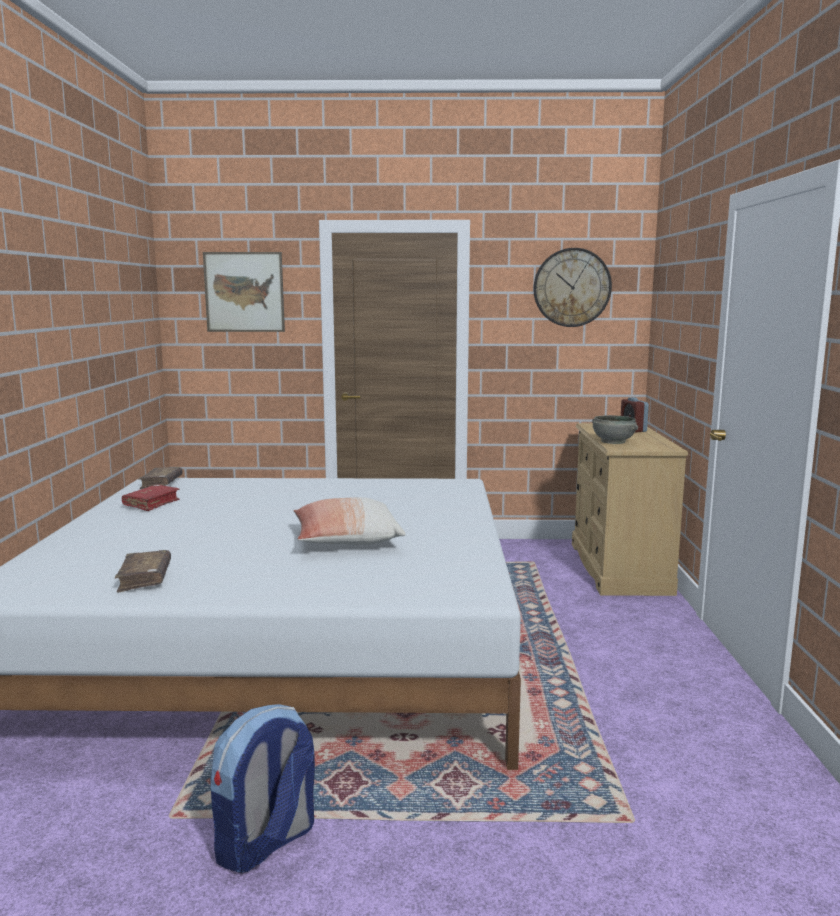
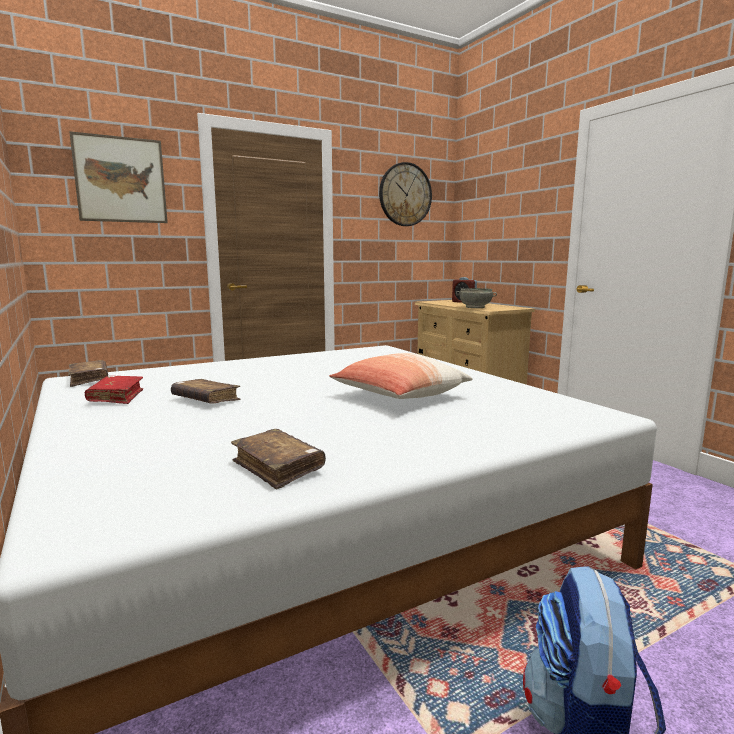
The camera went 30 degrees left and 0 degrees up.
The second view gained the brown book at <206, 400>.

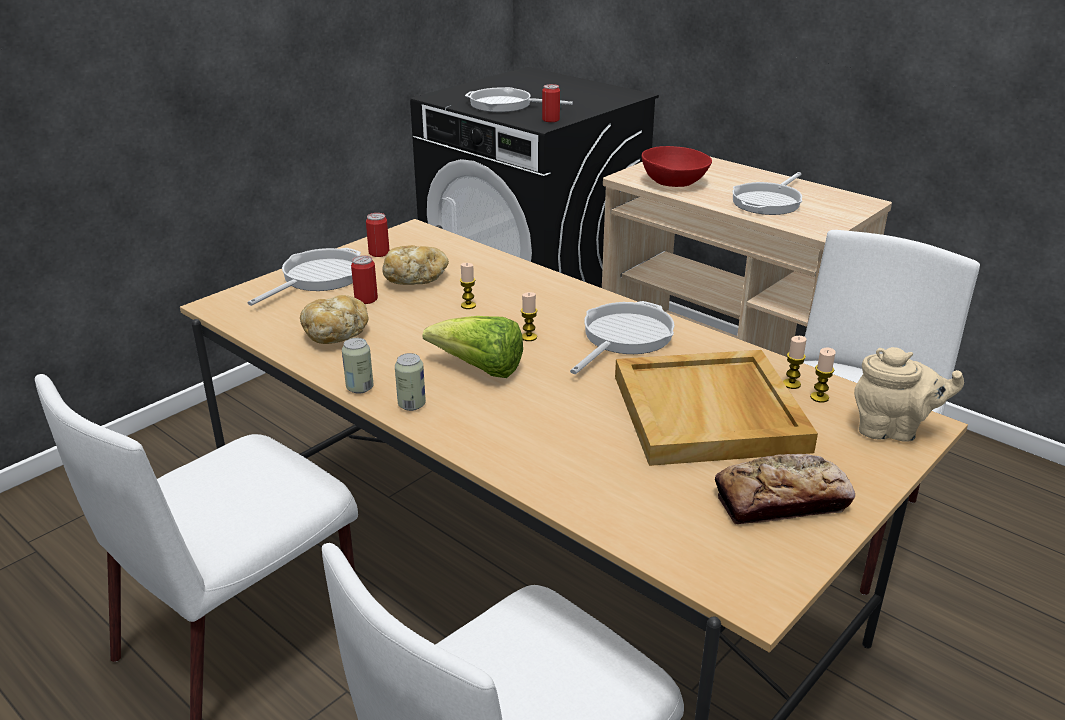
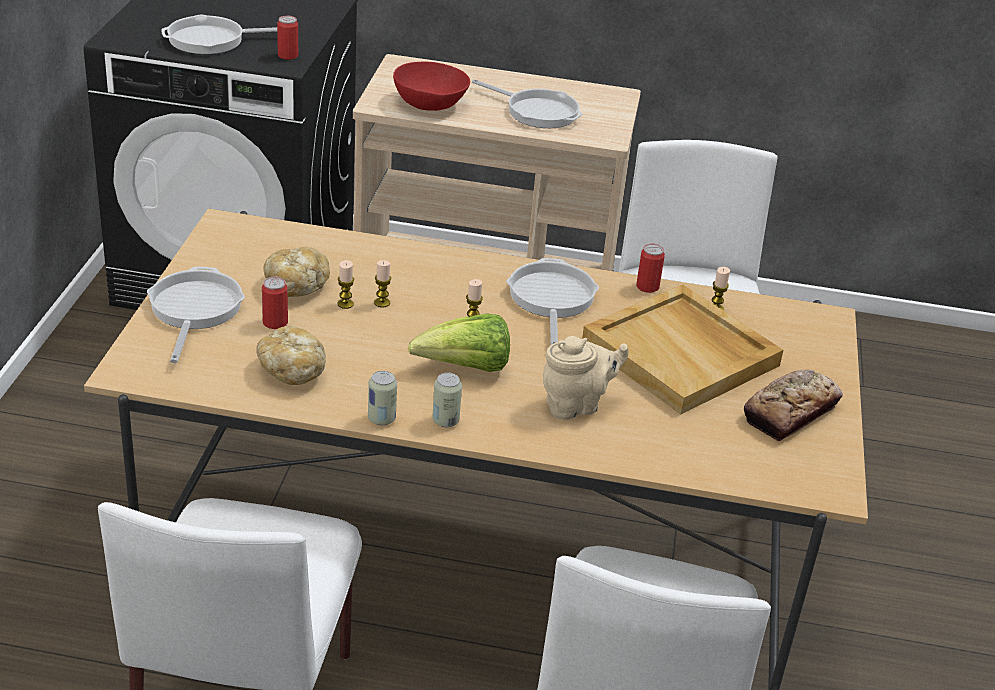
The camera went 35 degrees left and 5 degrees up.
The can ended up elsewhere, having gone from <379, 253> to <647, 287>.
The candle ended up elsewhere, having gone from <819, 397> to <345, 304>.
The beige teapot ended up elsewhere, having gone from <892, 430> to <576, 405>.
The frying pan at <768, 202> ended up facing another way, 60 degrees counterclockwise from before.

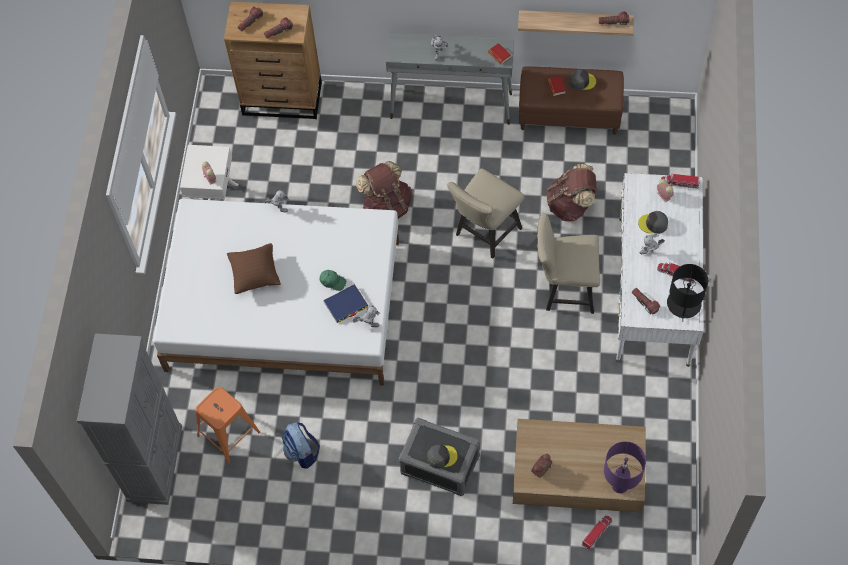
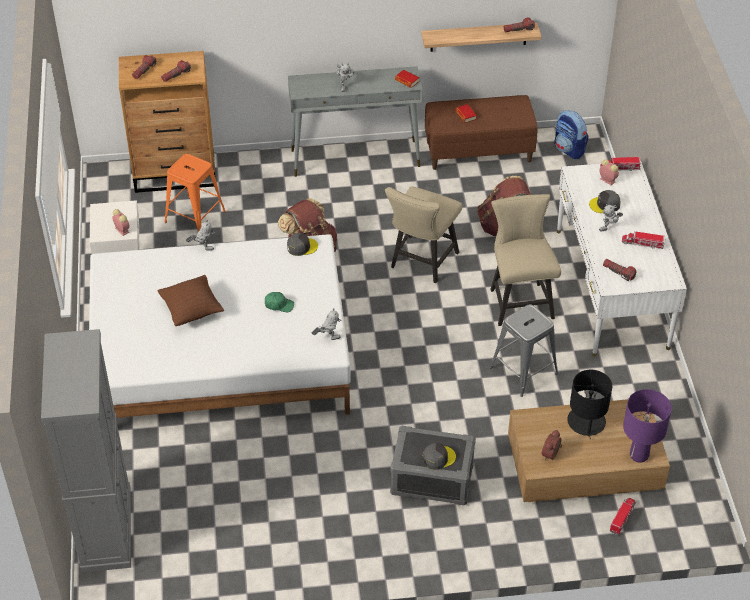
The camera went 15 degrees left and 15 degrees down.
The second view lost the blue book at <346, 305>.
The second view gained the grey stool at <523, 370>.
The orange stool ended up elsewhere, having gone from <228, 434> to <194, 217>.
The backpack ended up elsewhere, having gone from <302, 452> to <569, 149>.
The grey cap ended up elsewhere, having gone from <582, 81> to <302, 247>.
The black table lamp ended up elsewhere, having gone from <684, 304> to <586, 422>.
The beige chair at <564, 290> ended up facing another way, 90 degrees clockwise from before.

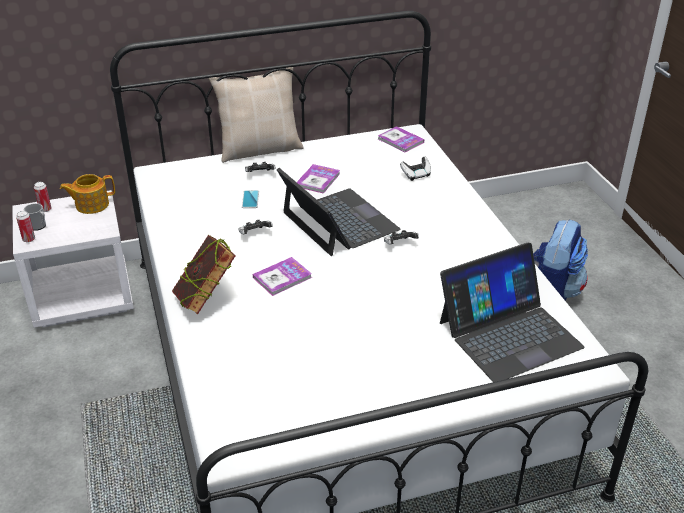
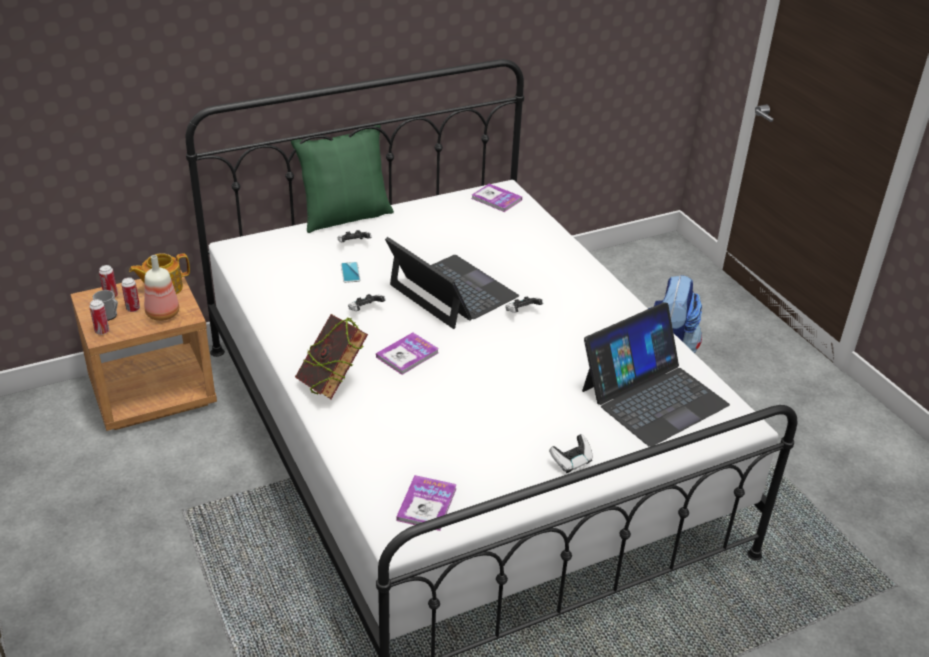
The camera went 10 degrees left and 0 degrees up.
The second view gained the can at <133, 309>.
The second view gained the bottle at <162, 314>.
The book ended up elsewhere, having gone from <318, 180> to <427, 504>.
The game controller ended up elsewhere, having gone from <416, 175> to <571, 462>.
What was the white nightstand at <83, 297> turned into the brown nightstand at <153, 392>.
What was the beige pillow at <259, 149> turned into the green pillow at <345, 216>.

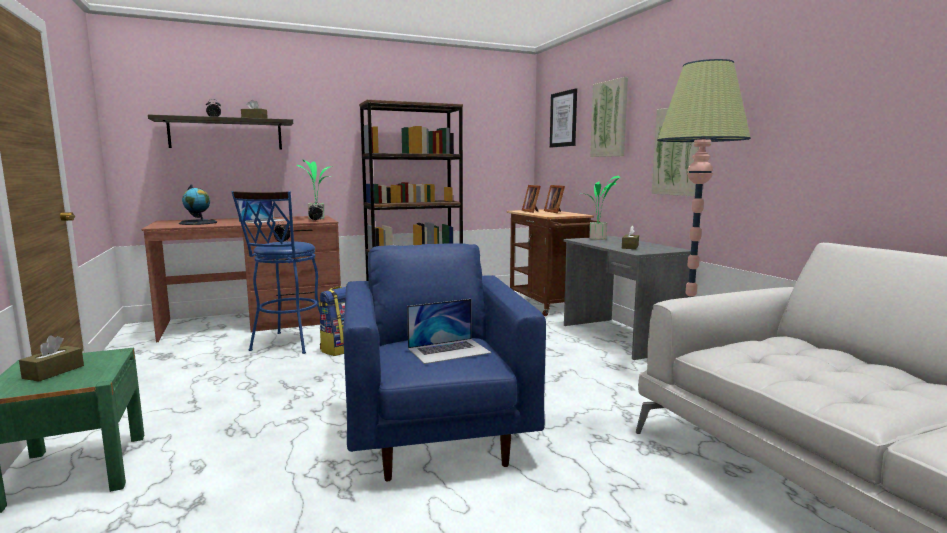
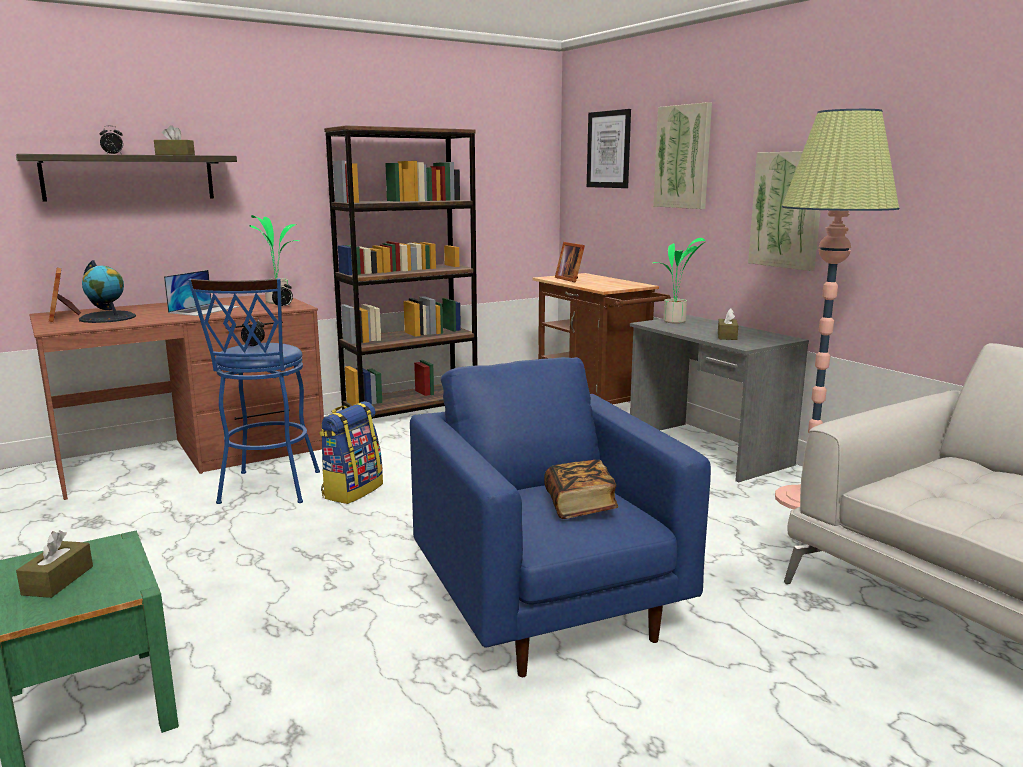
The camera went 10 degrees left and 5 degrees up.
The picture frame ended up elsewhere, having gone from <555, 212> to <63, 317>.
Where the laptop stood at <449, 350>, the book came to stand at <580, 506>.

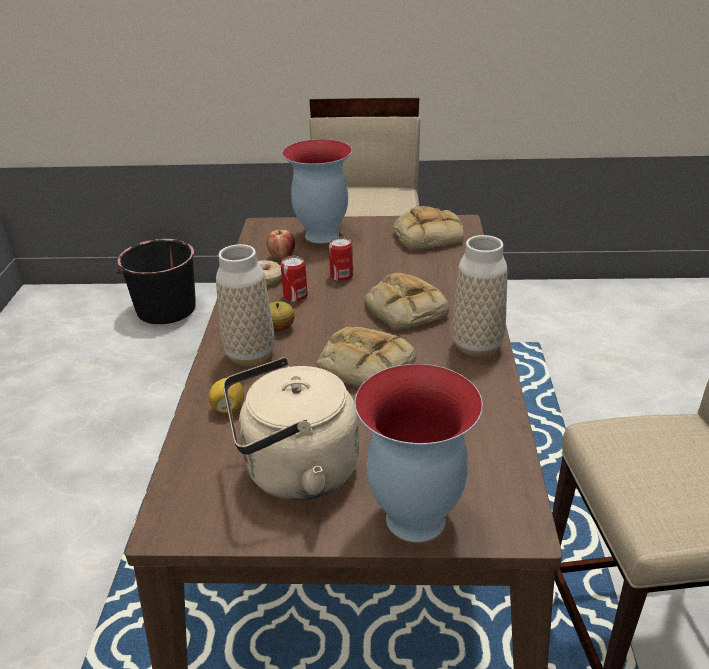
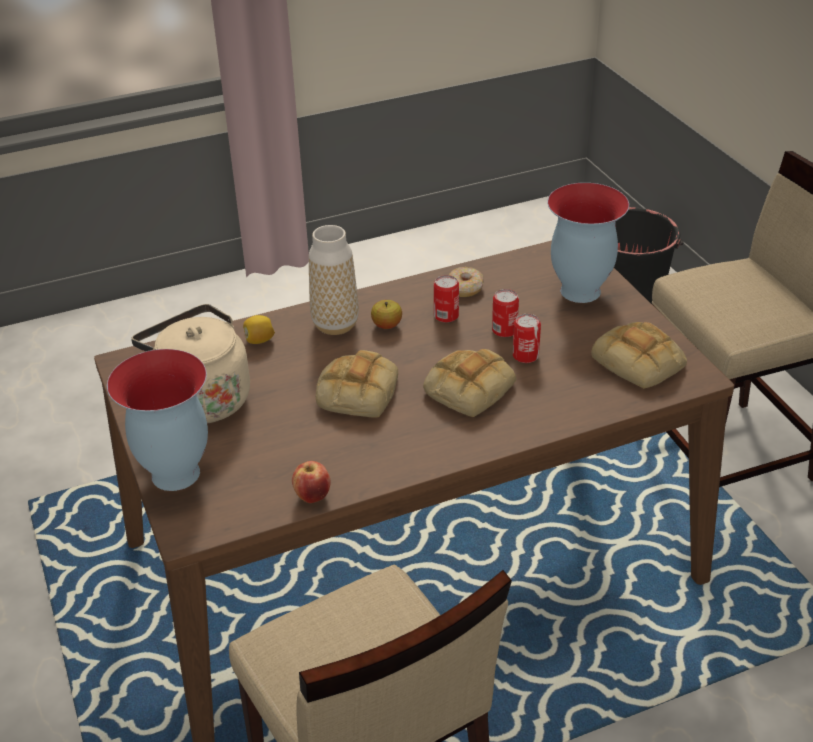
The camera went 65 degrees right and 5 degrees up.
The second view lost the vase at <477, 347>.
The second view gained the can at <525, 355>.
The apple ended up elsewhere, having gone from <282, 257> to <313, 496>.

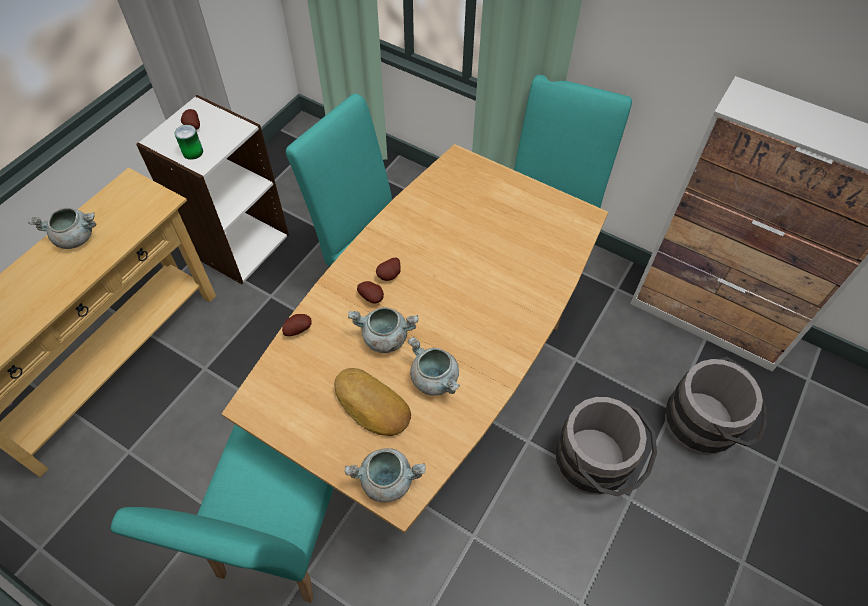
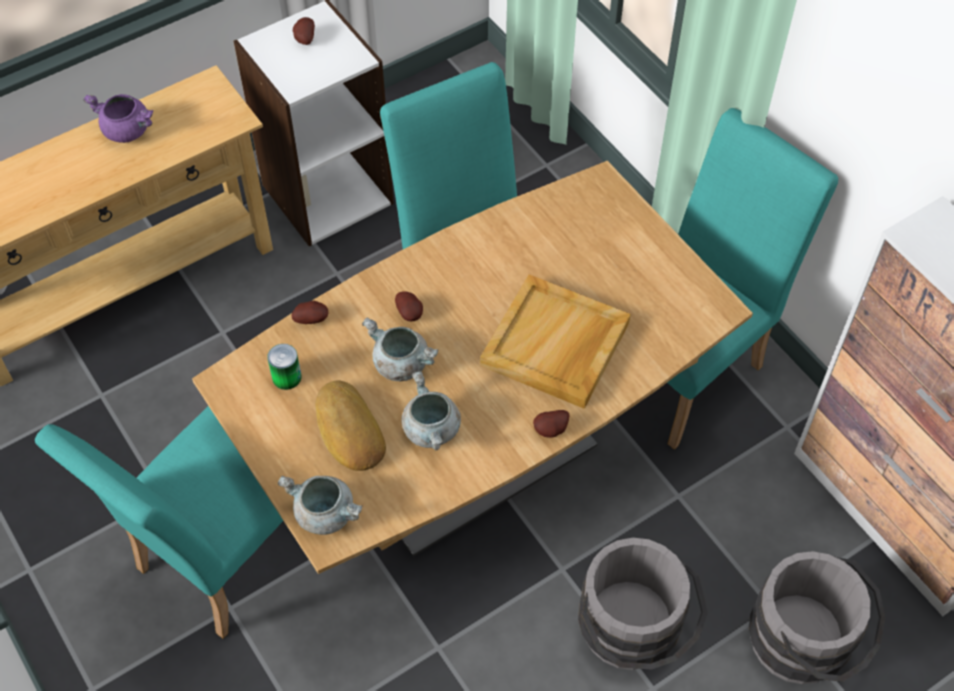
The camera went 25 degrees right and 0 degrees up.
The second view gained the beige tray at <556, 345>.
The can ended up elsewhere, having gone from <193, 152> to <286, 377>.
The potato ended up elsewhere, having gone from <390, 276> to <552, 431>.
What was the grey cooking pot at <76, 237> turned into the purple cooking pot at <128, 131>.

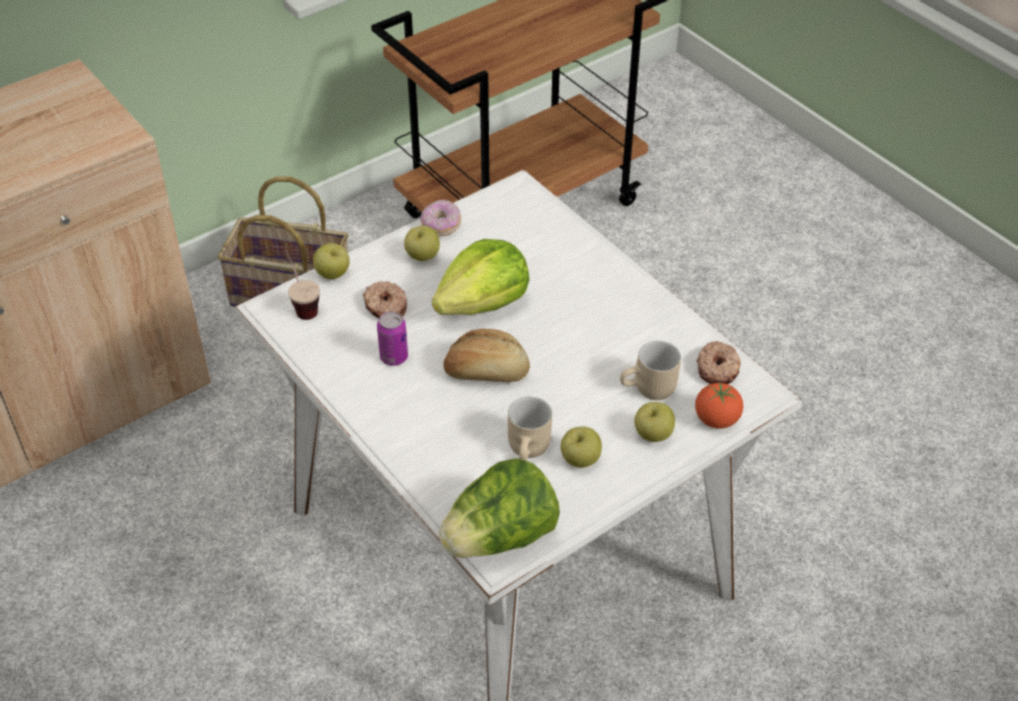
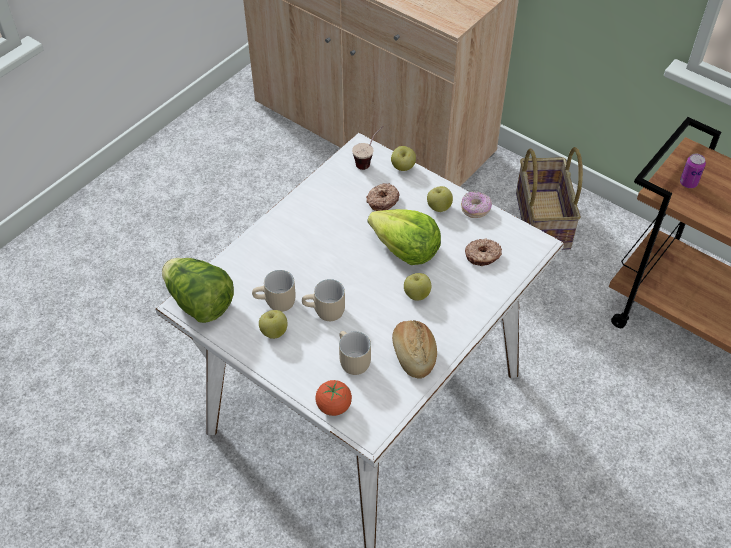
The camera went 75 degrees right and 5 degrees up.
The second view gained the beige mug at <325, 313>.
The can ended up elsewhere, having gone from <394, 357> to <688, 183>.
The bread ended up elsewhere, having gone from <486, 371> to <414, 354>.
The apple ended up elsewhere, having gone from <653, 435> to <417, 294>.
The donut ended up elsewhere, having gone from <718, 369> to <482, 256>.

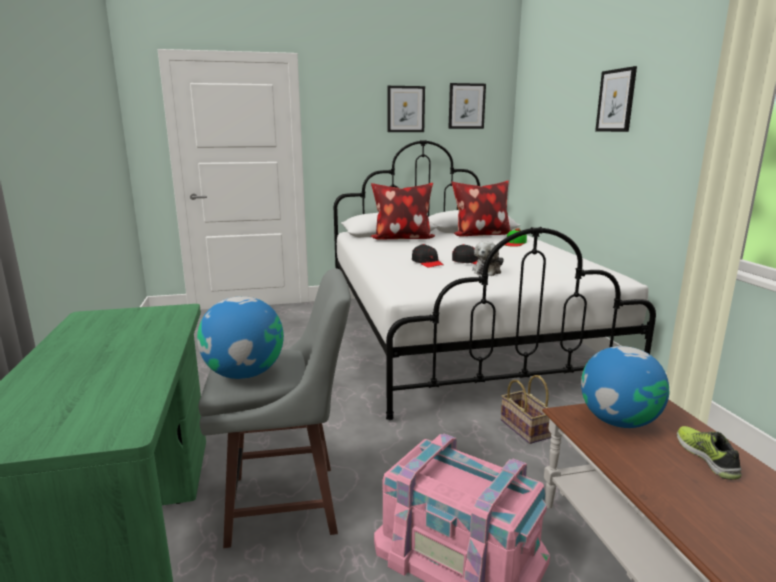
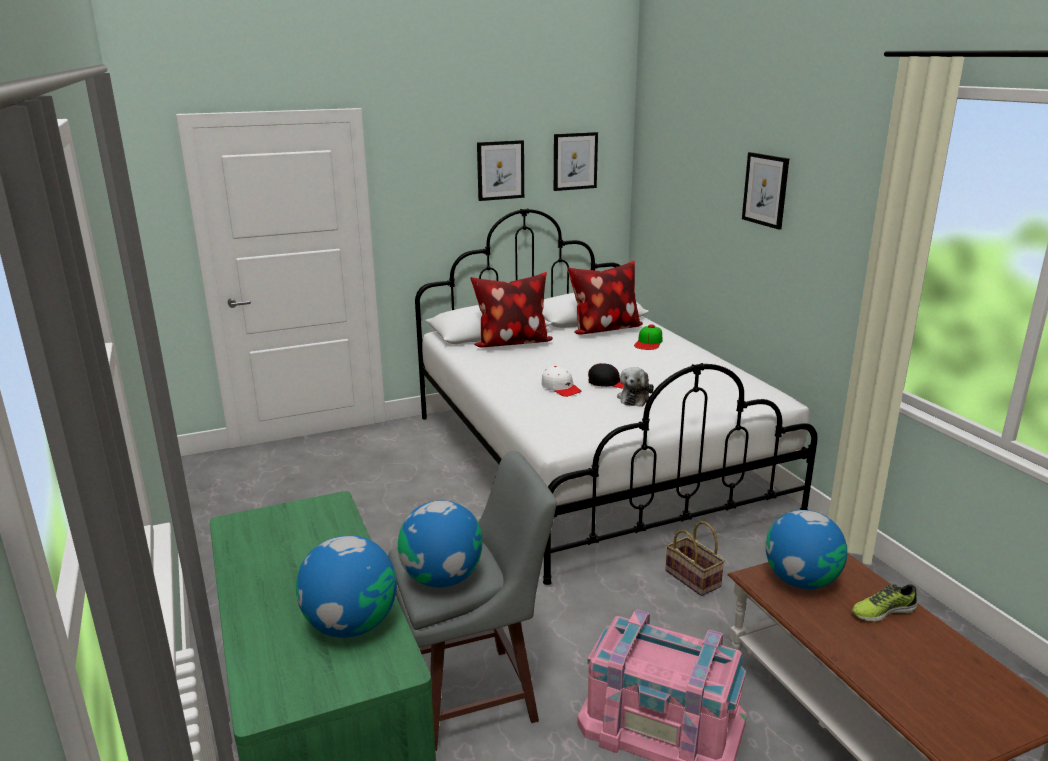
The camera went 10 degrees left and 5 degrees up.
The second view gained the globe at <351, 624>.
What was the black cap at <427, 263> turned into the white cap at <561, 388>.
The shoe at <707, 457> ended up facing another way, 90 degrees counterclockwise from before.

